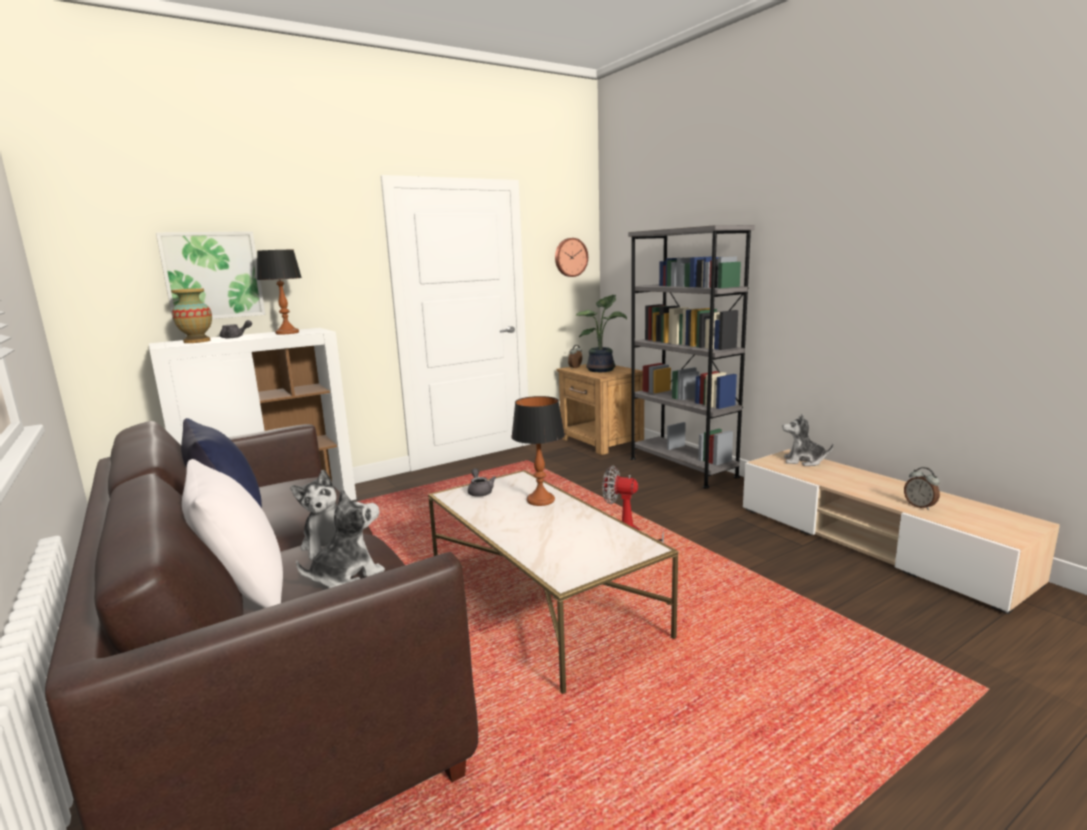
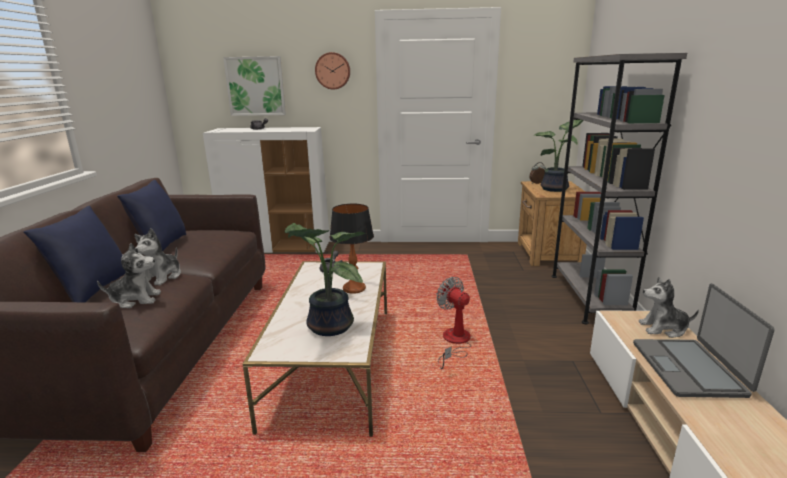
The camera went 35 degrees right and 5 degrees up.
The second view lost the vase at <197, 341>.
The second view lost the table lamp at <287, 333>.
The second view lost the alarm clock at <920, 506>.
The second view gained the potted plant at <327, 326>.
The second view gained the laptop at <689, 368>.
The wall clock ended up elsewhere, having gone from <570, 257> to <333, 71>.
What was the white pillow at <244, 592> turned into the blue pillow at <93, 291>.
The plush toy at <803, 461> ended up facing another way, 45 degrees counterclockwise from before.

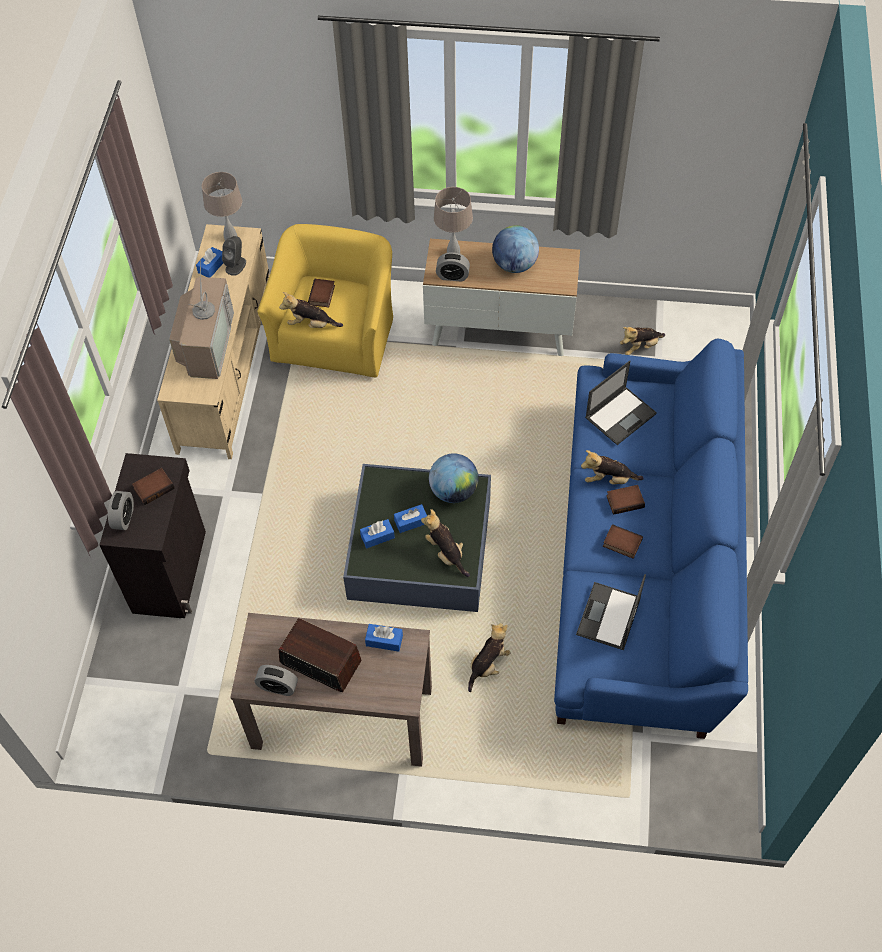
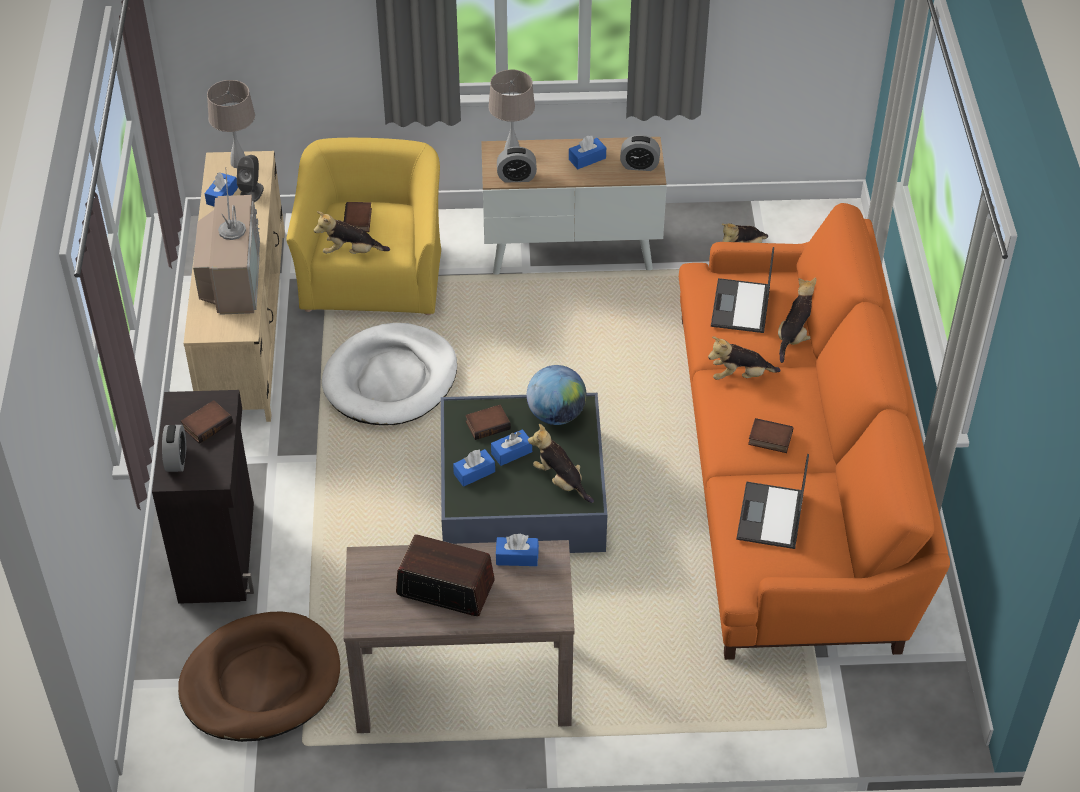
The camera went 10 degrees left and 10 degrees down.
The second view gained the brown dog bed at <260, 681>.
The second view gained the white dog bed at <391, 379>.
The alarm clock ended up elsewhere, having gone from <278, 686> to <639, 165>.
The plush toy ended up elsewhere, having gone from <488, 664> to <795, 336>.
The book ended up elsewhere, having gone from <625, 500> to <488, 424>.
Where the globe stood at <514, 265>, the blue tissue box came to stand at <587, 159>.
What was the blue sofa at <643, 559> turned into the orange sofa at <791, 473>.
The laptop at <621, 415> ended up facing another way, 150 degrees clockwise from before.

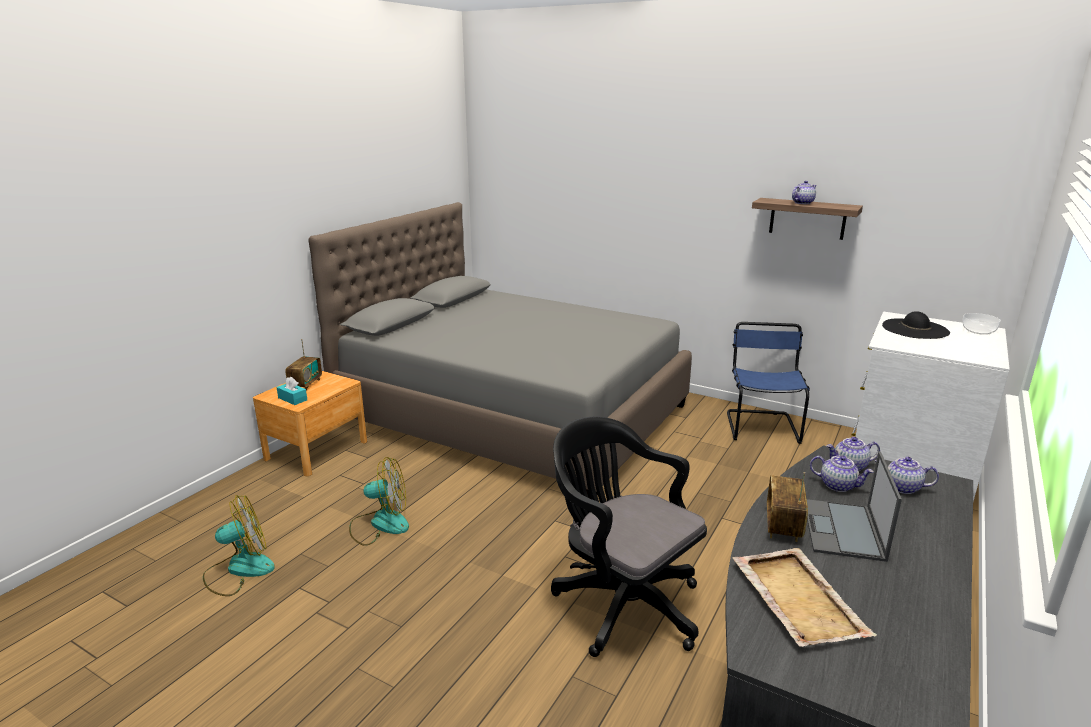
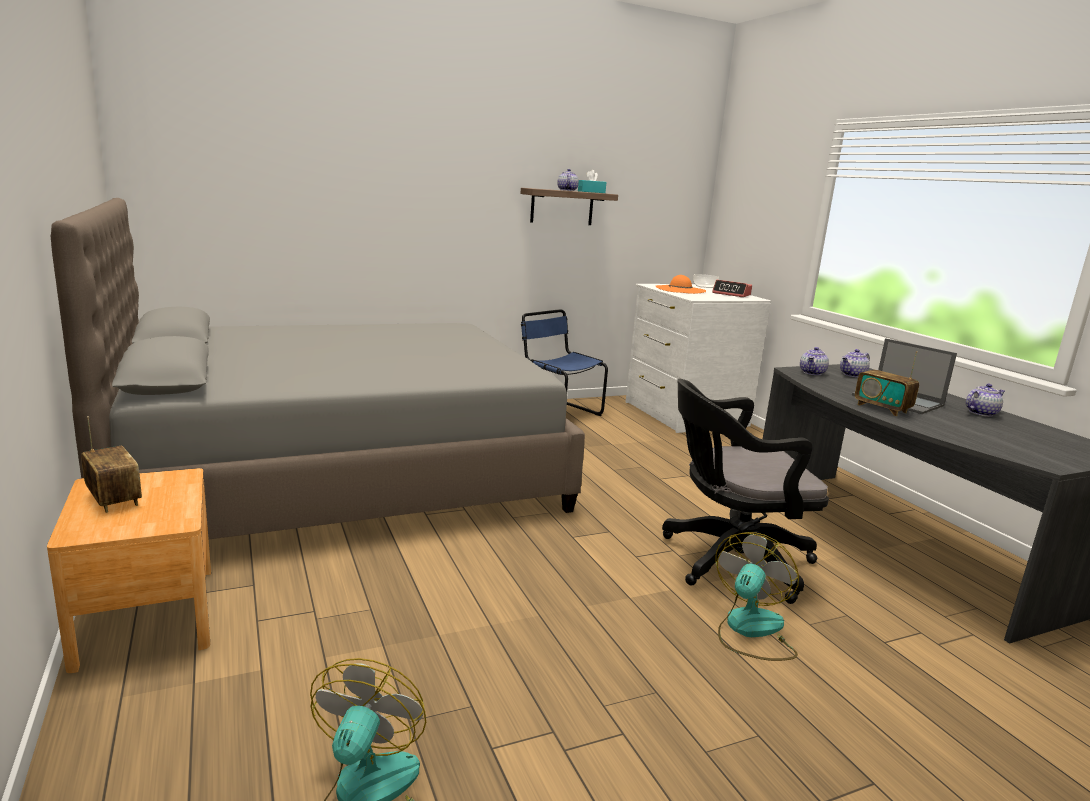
The camera went 55 degrees left and 5 degrees down.
The second view lost the beige tray at <797, 598>.
The second view gained the alarm clock at <731, 294>.
The turquoise tissue box ended up elsewhere, having gone from <292, 399> to <591, 192>.
The fan ended up elsewhere, having gone from <380, 524> to <750, 631>.
The teapot ended up elsewhere, having gone from <838, 485> to <981, 413>.
What was the black hat at <915, 329> turned into the orange hat at <680, 289>.

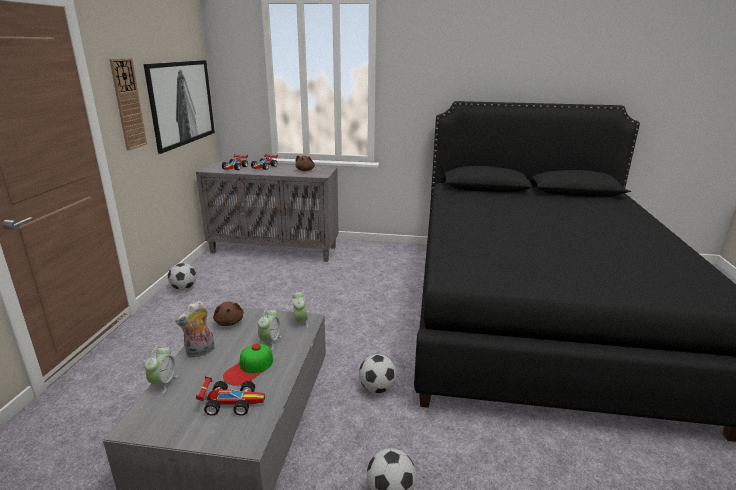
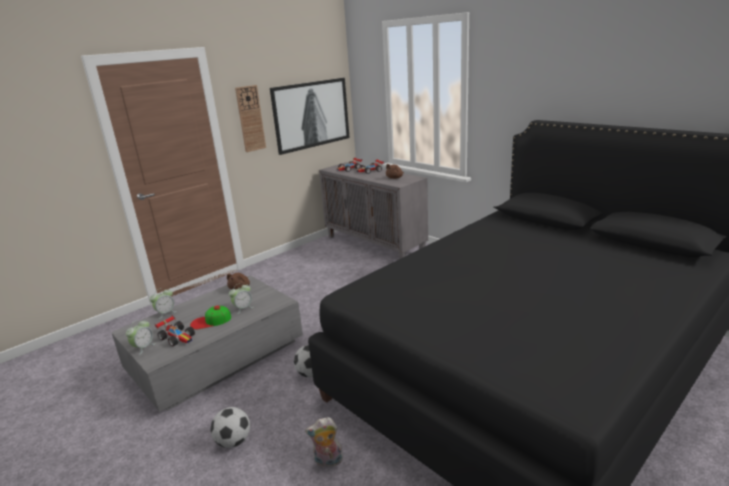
The camera went 40 degrees right and 0 degrees up.
The second view lost the football at <184, 288>.
The plush toy ended up elsewhere, having gone from <200, 352> to <327, 461>.
The alarm clock ended up elsewhere, having gone from <300, 321> to <143, 347>.

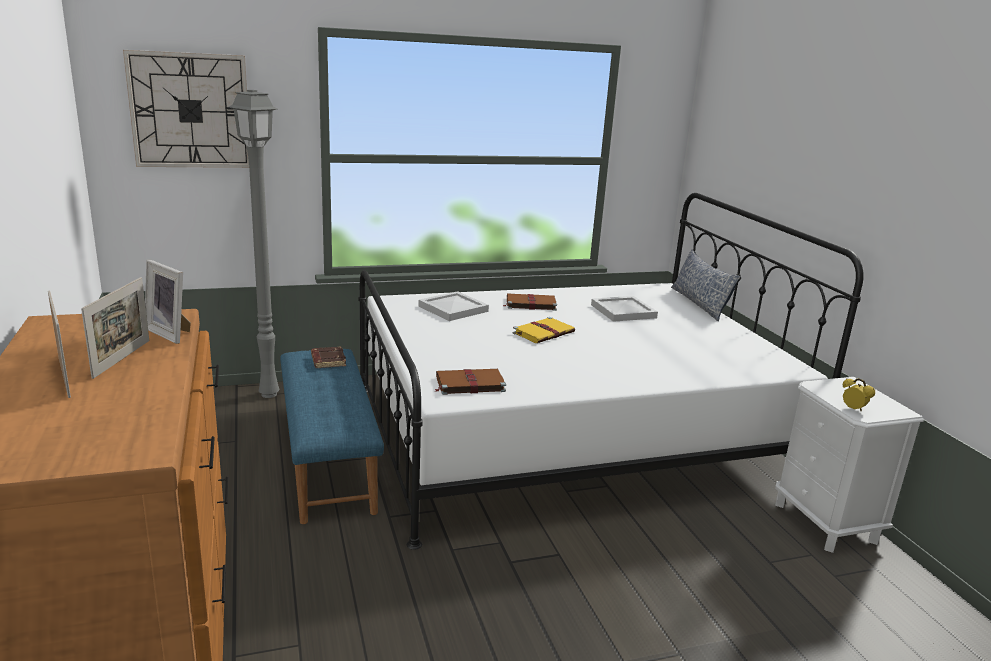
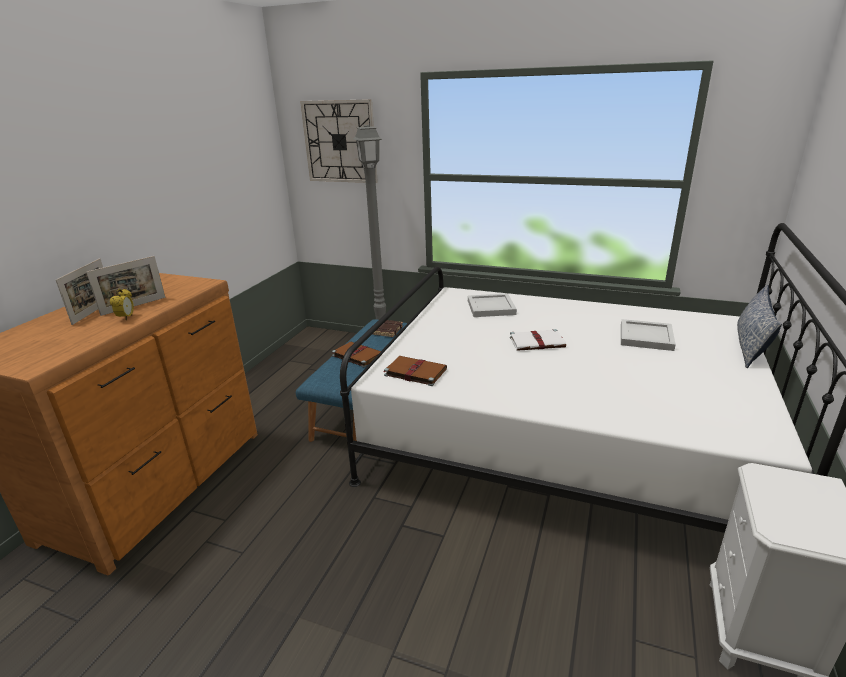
The camera went 40 degrees right and 5 degrees up.
The second view lost the picture frame at <172, 333>.
The brown book ended up elsewhere, having gone from <530, 304> to <356, 355>.
The alarm clock ended up elsewhere, having gone from <853, 409> to <126, 318>.
What was the yellow book at <544, 332> turned into the white book at <538, 342>.

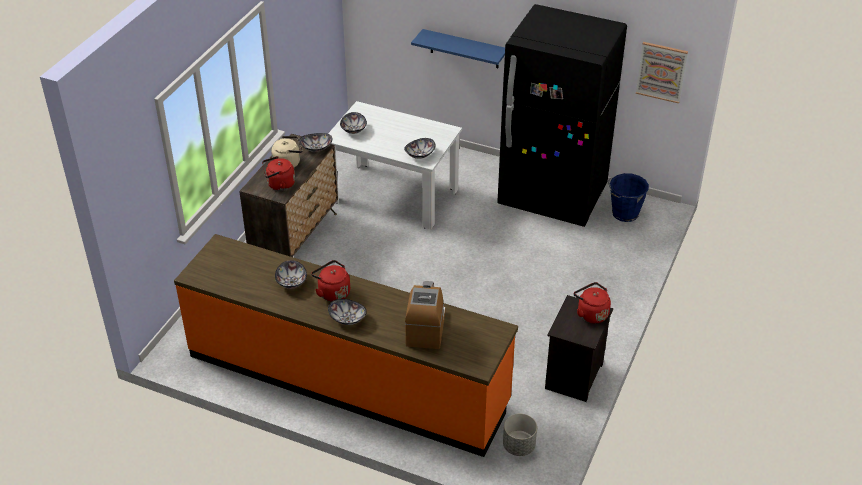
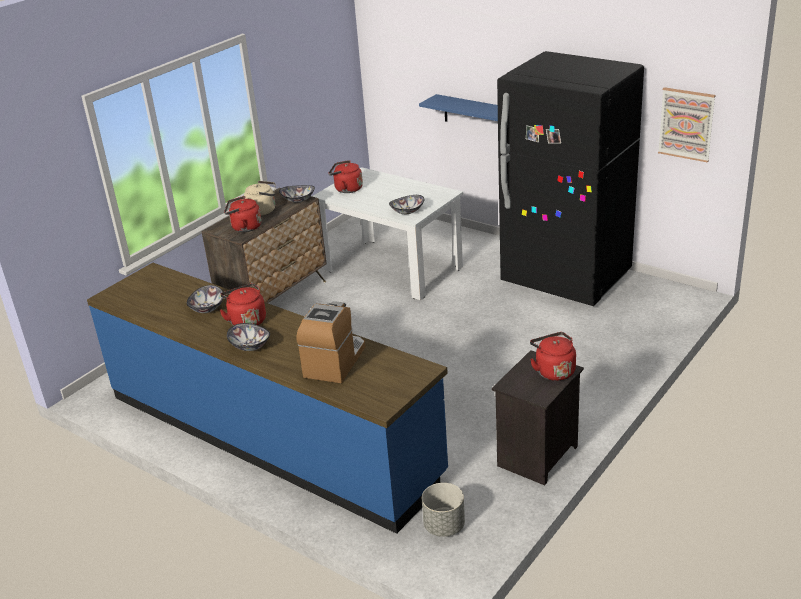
The camera went 15 degrees right and 10 degrees down.
The second view lost the blue bucket at <624, 214>.
Where the bowl stood at <353, 130>, the red kettle came to stand at <346, 189>.
What was the orange counter at <347, 379> turned into the blue counter at <271, 434>.

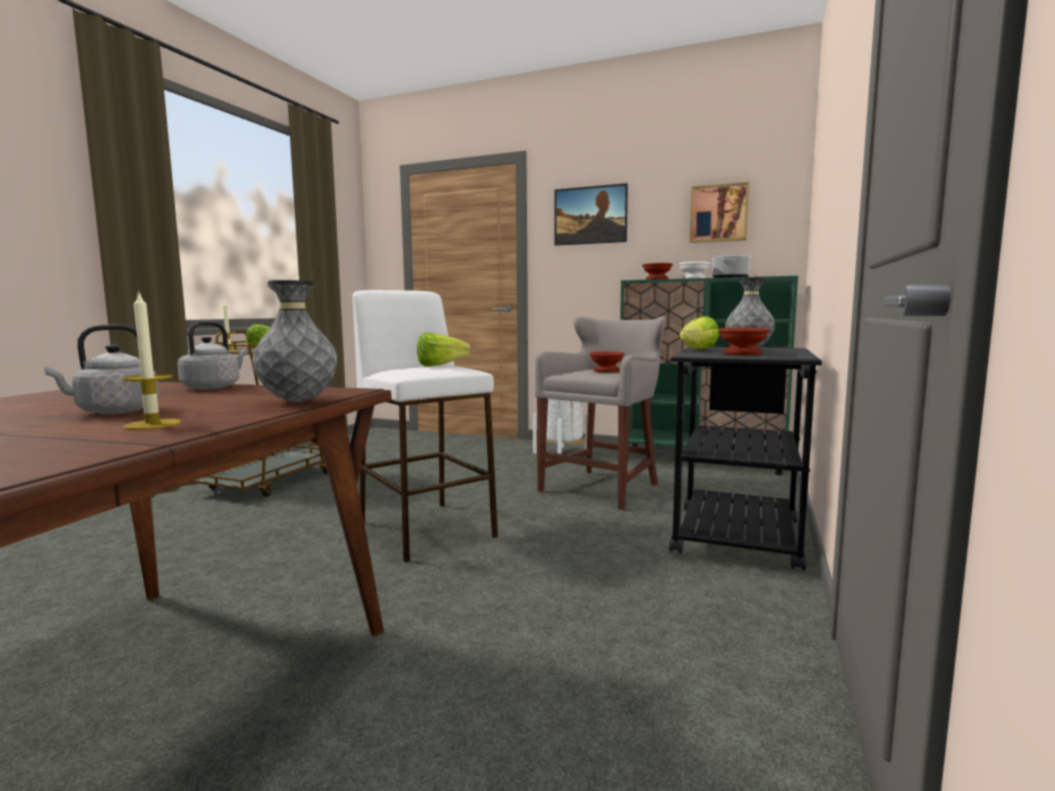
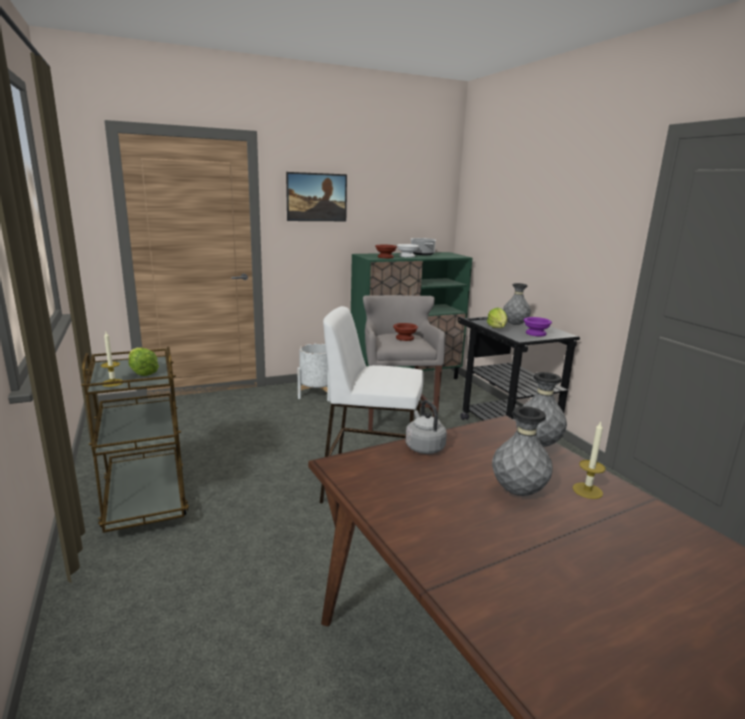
The camera went 45 degrees left and 10 degrees up.
The second view lost the lettuce at <445, 365>.
The second view lost the picture at <719, 213>.
Where the grey kettle stood at <113, 411>, the grey vase came to stand at <518, 492>.
What was the brown bowl at <742, 354> turned into the purple bowl at <536, 334>.

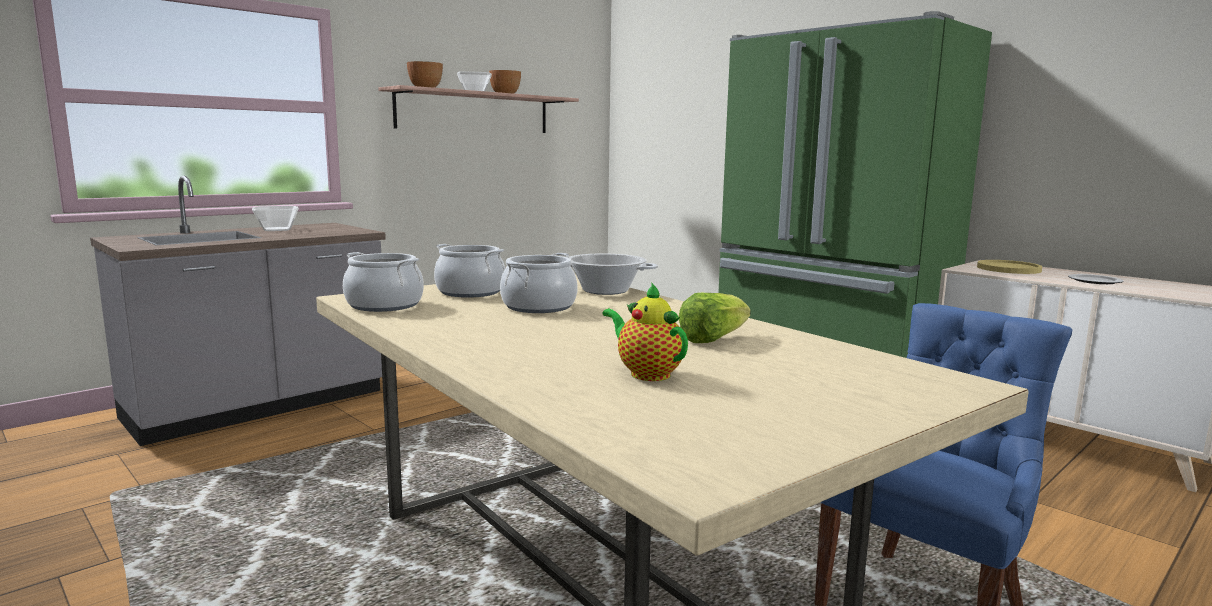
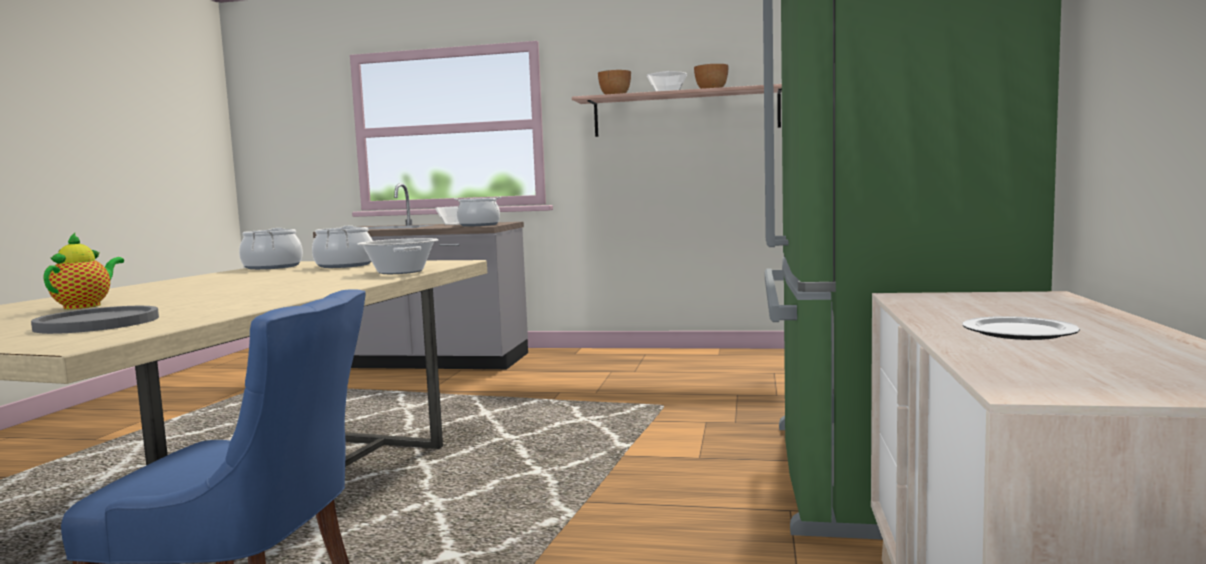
The camera went 55 degrees right and 5 degrees down.
The second view lost the lettuce at <712, 339>.
The second view lost the yellow plate at <1008, 269>.
The second view gained the grey plate at <97, 323>.
The cooking pot ended up elsewhere, having gone from <539, 307> to <479, 225>.

